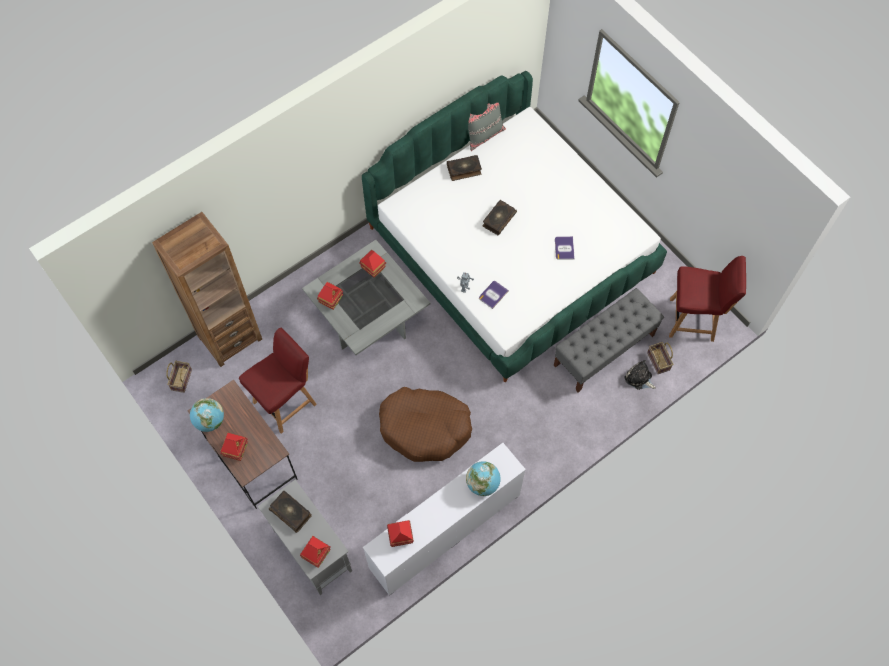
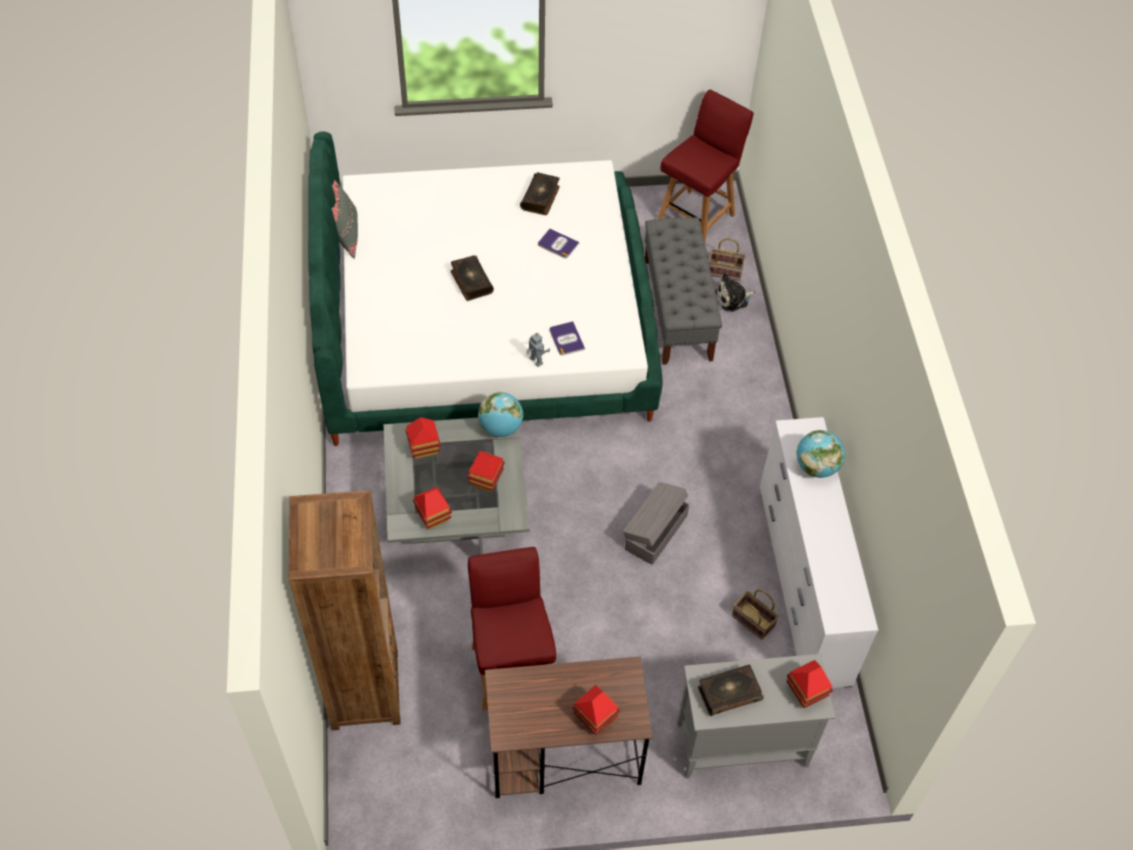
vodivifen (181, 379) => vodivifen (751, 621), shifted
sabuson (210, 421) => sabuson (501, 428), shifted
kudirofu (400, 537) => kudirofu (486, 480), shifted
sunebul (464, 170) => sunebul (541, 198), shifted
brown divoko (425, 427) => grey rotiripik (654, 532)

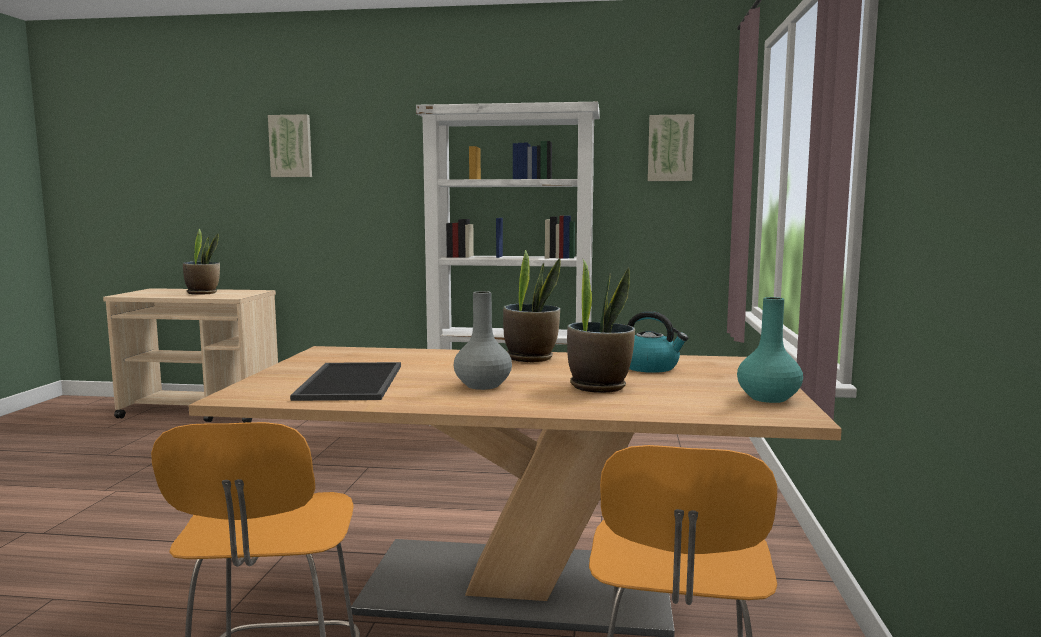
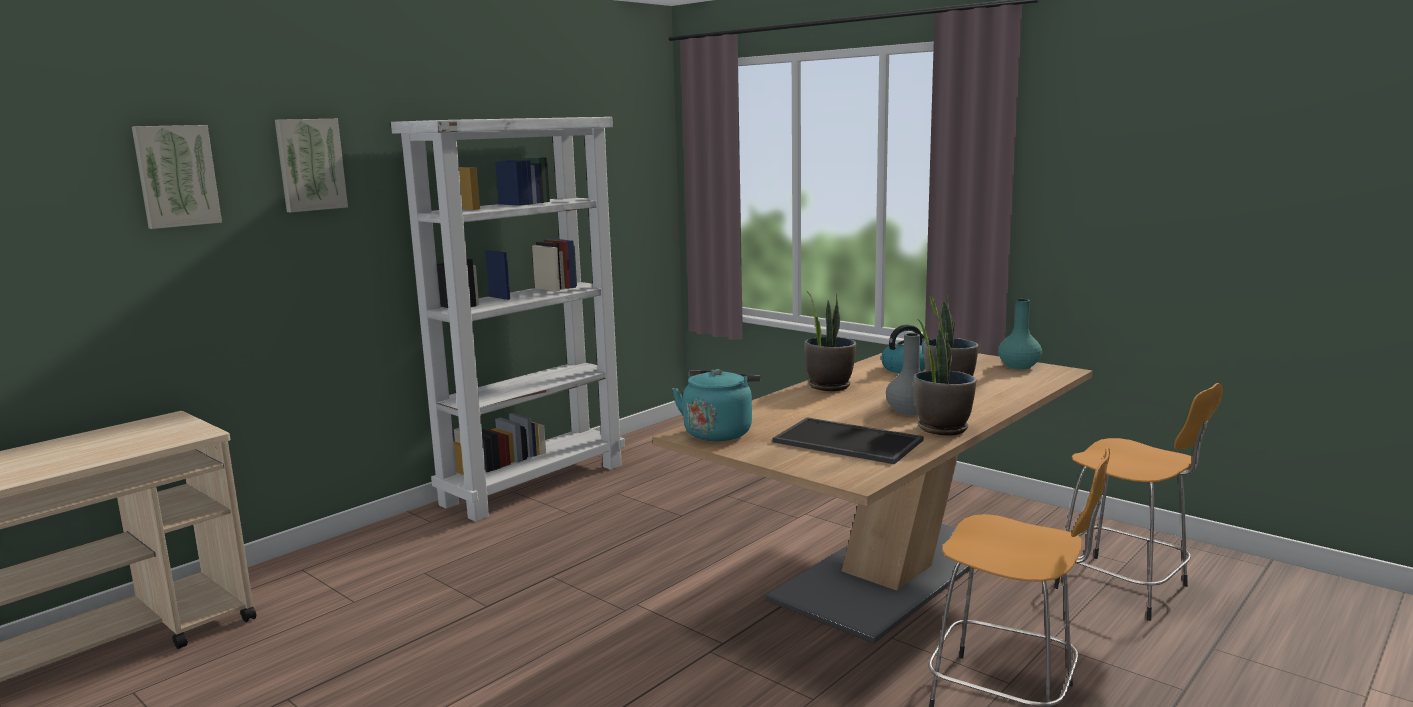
nothing => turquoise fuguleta (719, 432)
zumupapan (203, 293) => zumupapan (942, 428), shifted
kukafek (670, 148) => kukafek (310, 164), shifted

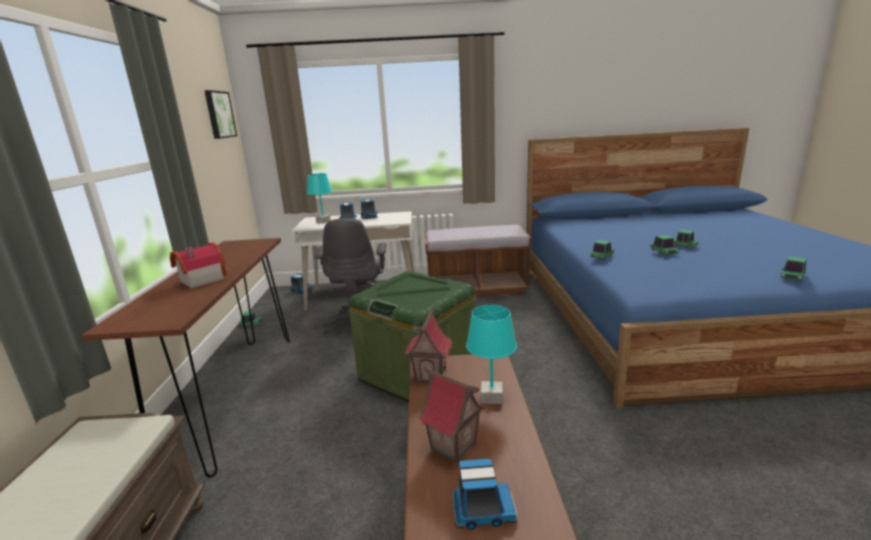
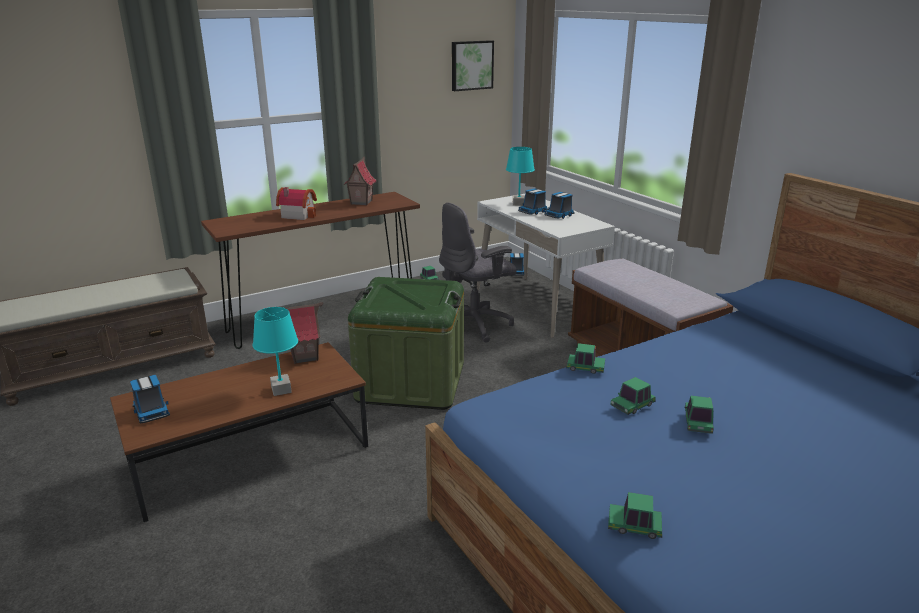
kudirofu (453, 446) => kudirofu (361, 202), shifted

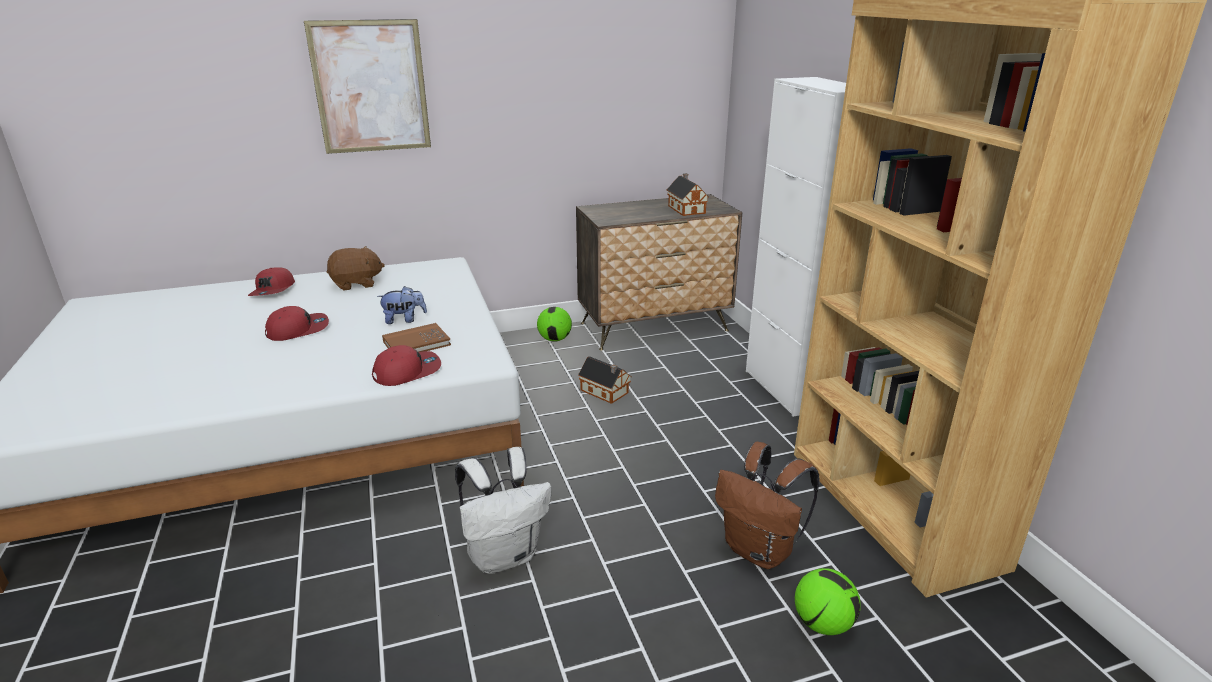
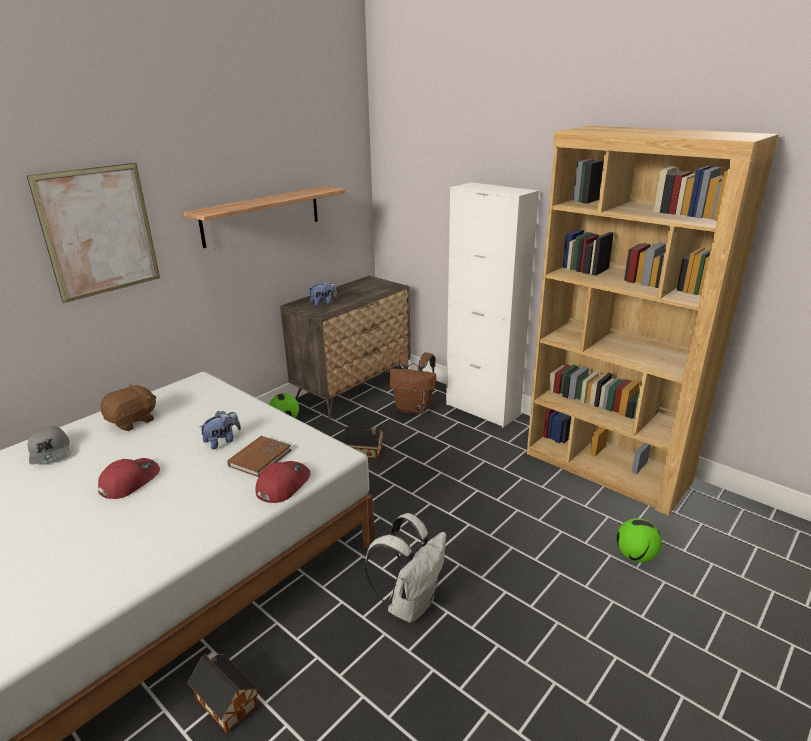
nothing => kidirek (262, 215)
nothing => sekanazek (323, 303)
kudirofu (686, 209) => kudirofu (225, 700), shifted
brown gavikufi (760, 551) => brown gavikufi (414, 408), shifted
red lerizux (273, 291) => grey lerizux (51, 452)

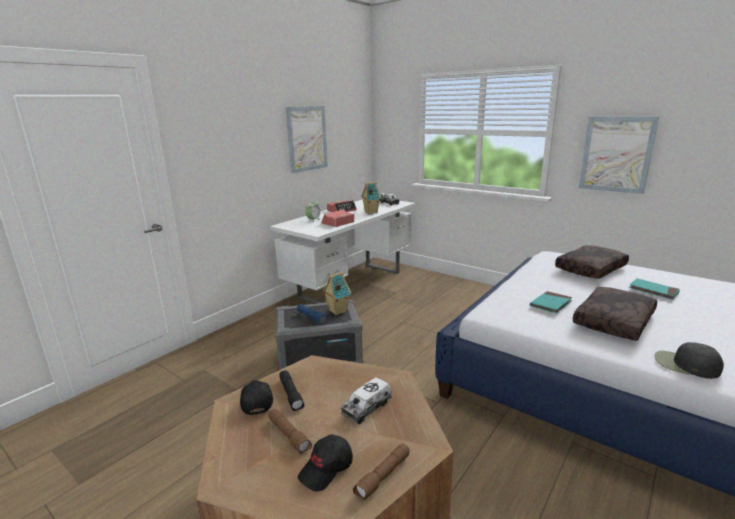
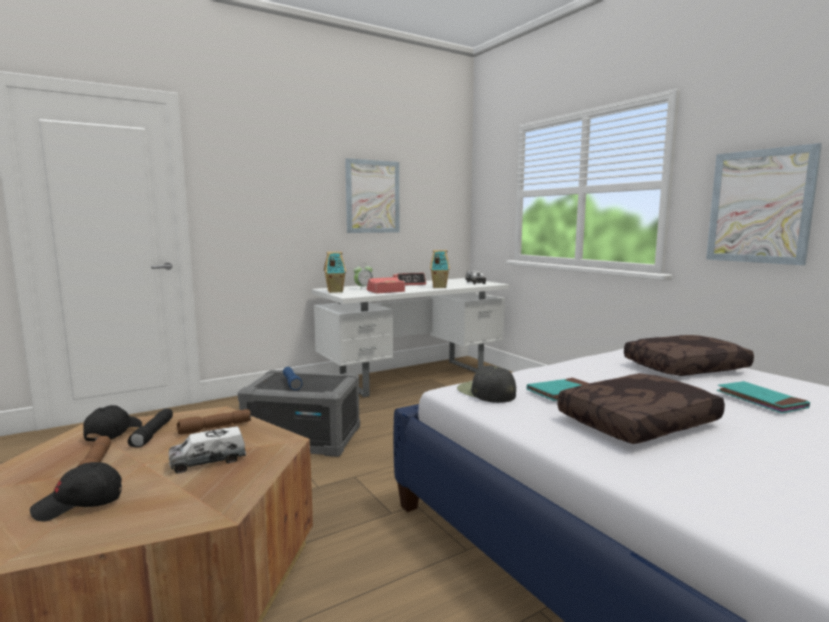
kudirofu (337, 311) => kudirofu (334, 291), shifted
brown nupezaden (383, 477) => brown nupezaden (214, 428), shifted
black lerizux (685, 365) => black lerizux (486, 392), shifted

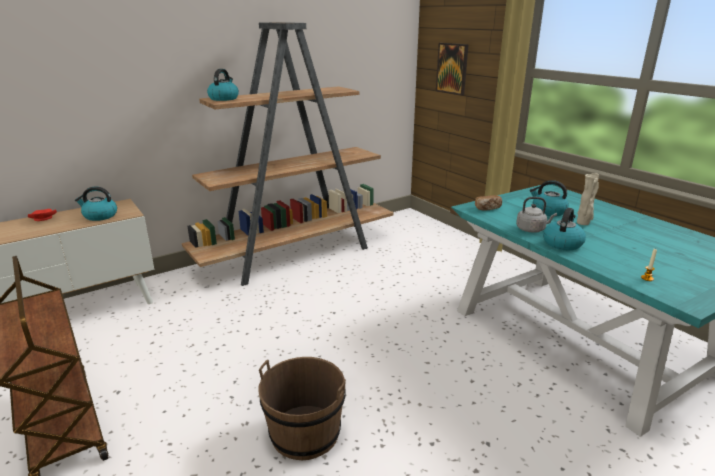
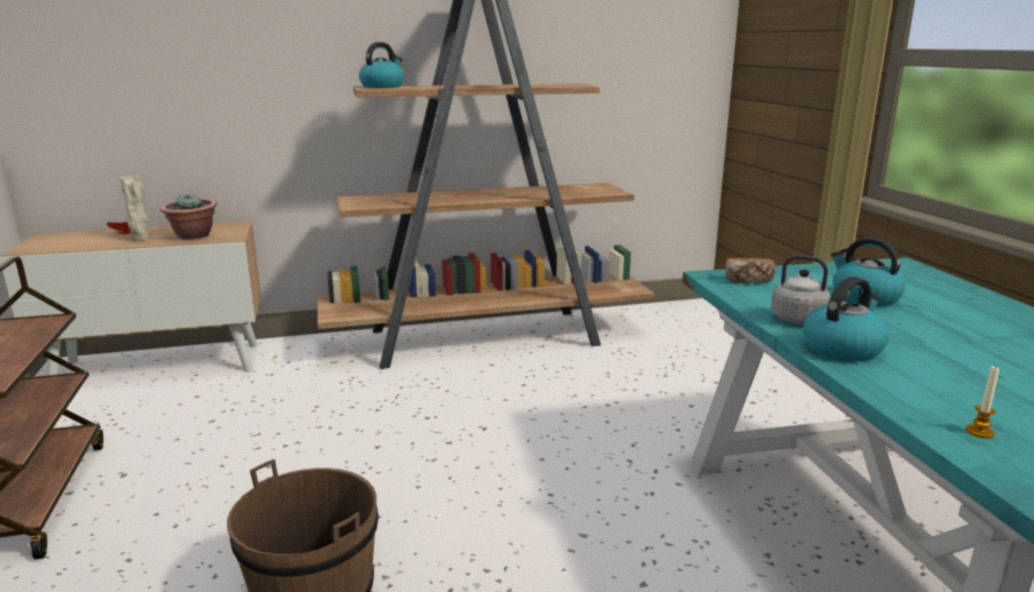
kukafek (452, 68) => nothing
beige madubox (583, 223) => beige madubox (140, 239), shifted
fuguleta (100, 216) => zumupapan (193, 236)

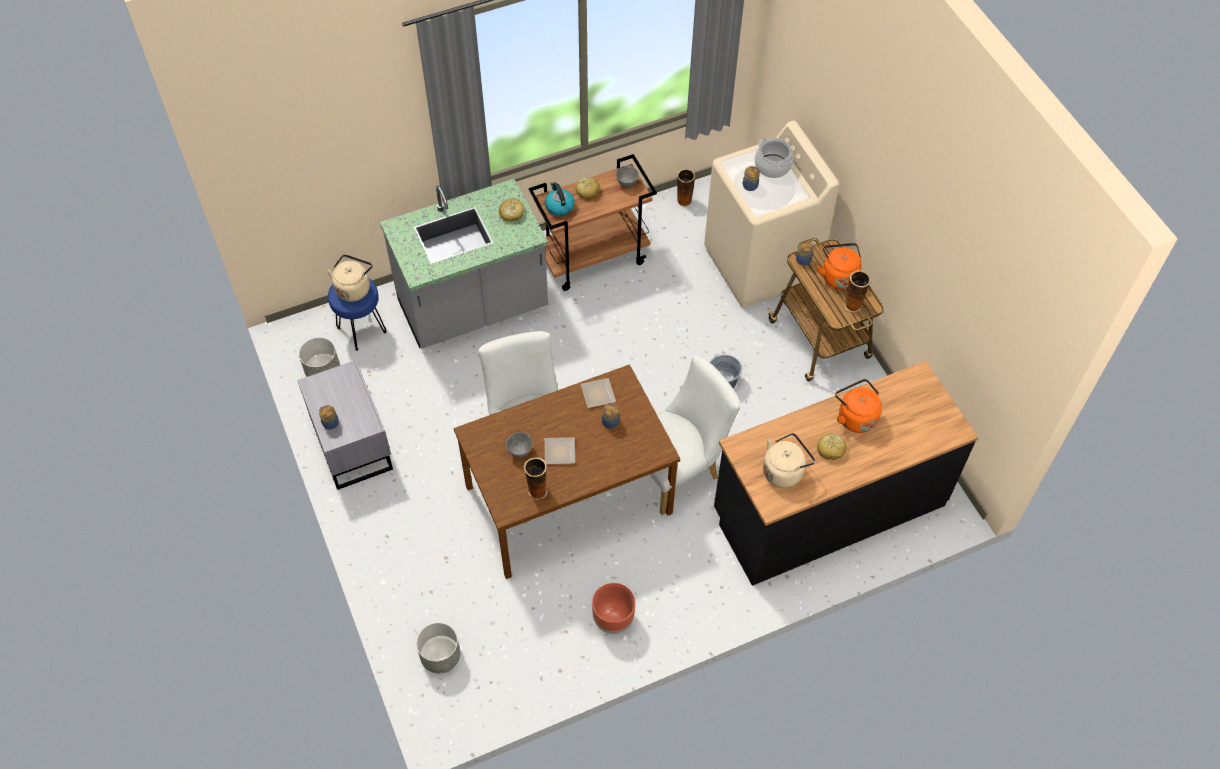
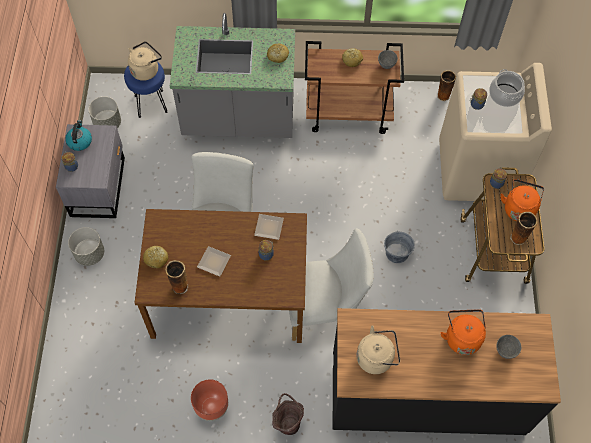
nothing => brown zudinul (287, 422)
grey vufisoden (440, 656) => grey vufisoden (90, 253), shifted
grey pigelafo (519, 451) => grey pigelafo (505, 350), shifted
fuguleta (559, 206) => fuguleta (79, 141), shifted
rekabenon (831, 449) => rekabenon (156, 259), shifted

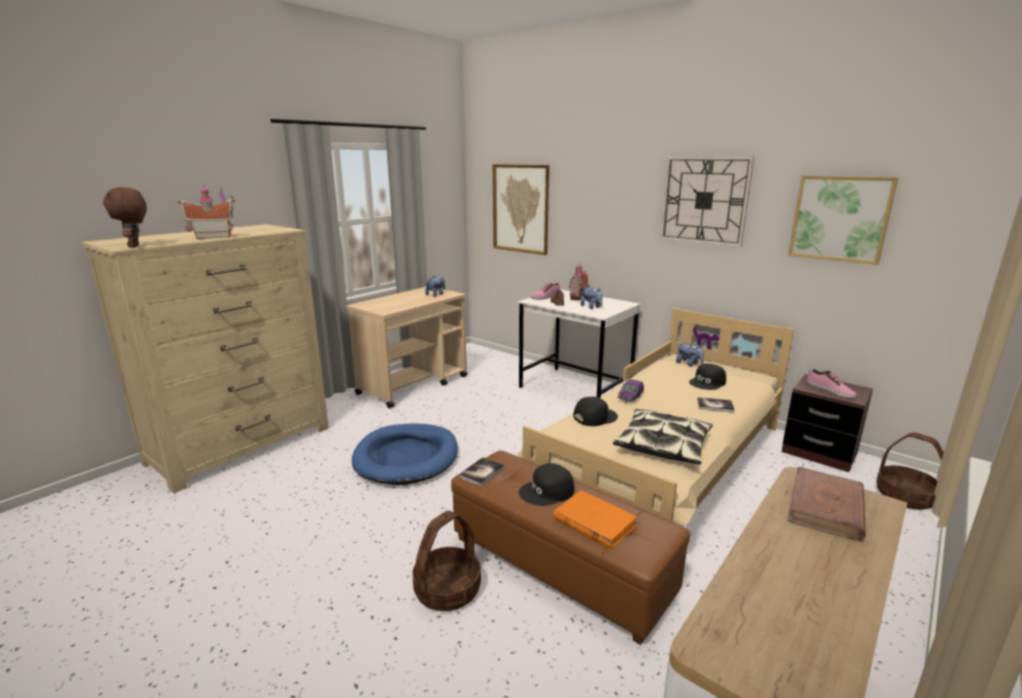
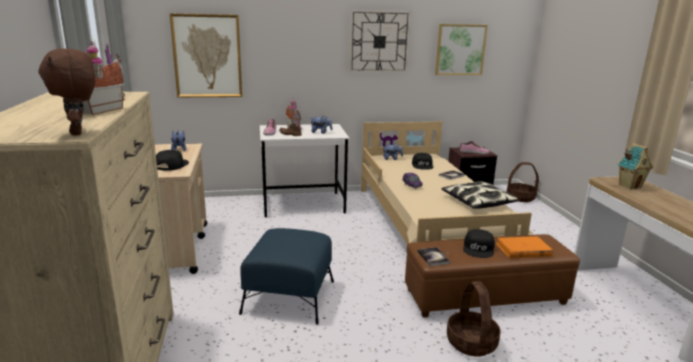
black lerizux (594, 417) => black lerizux (171, 165), shifted
blue divoko (407, 457) => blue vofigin (289, 296)
brown sunebul (825, 507) => kudirofu (629, 186)
brown sekanazek (135, 246) => brown sekanazek (79, 133), 45 degrees clockwise

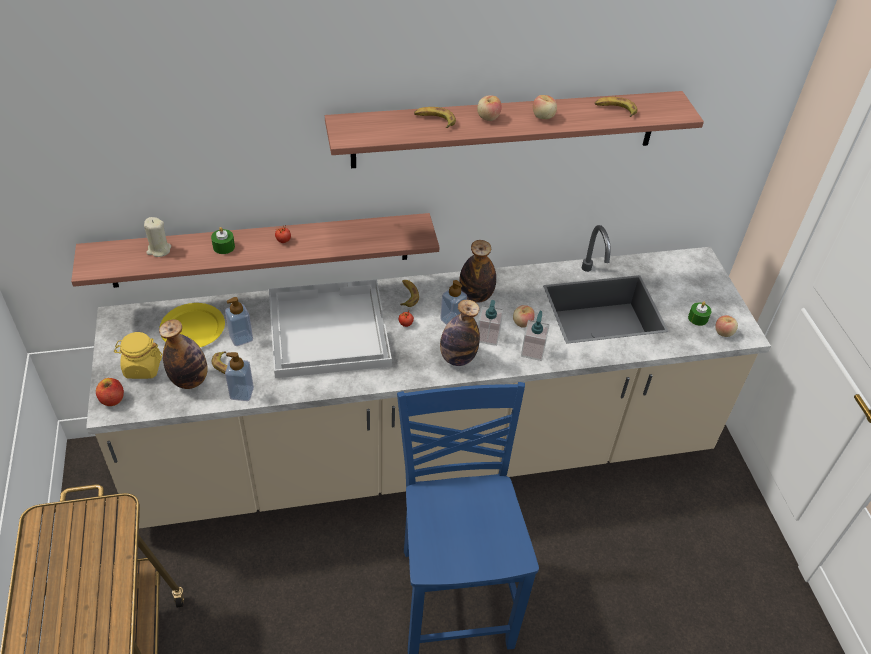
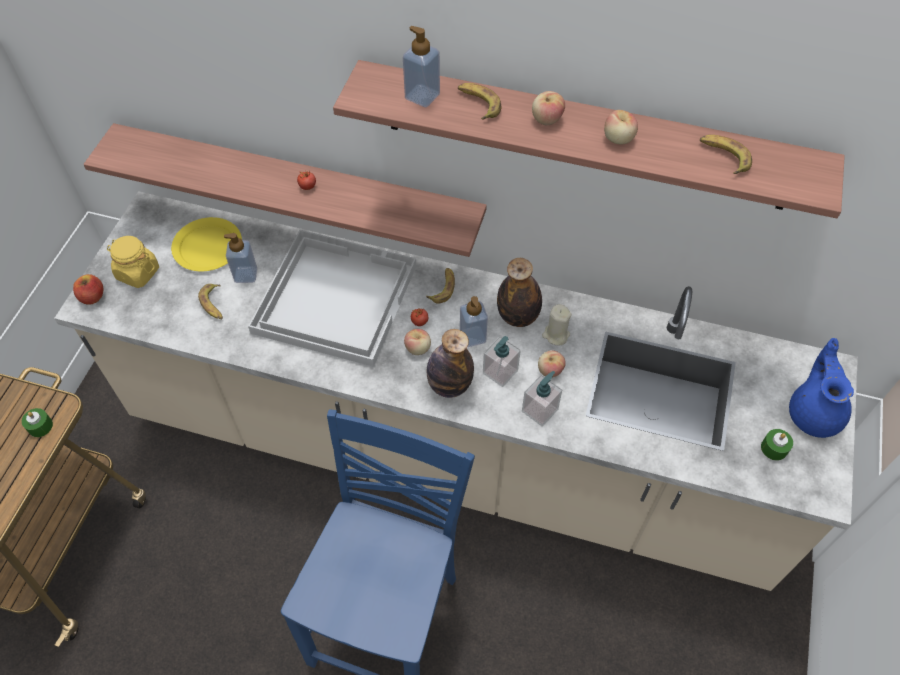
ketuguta (190, 380) => nothing
nothing => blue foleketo (814, 412)
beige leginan (159, 250) => beige leginan (555, 335), shifted
green leginan (224, 247) => green leginan (40, 426), shifted
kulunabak (242, 393) => kulunabak (422, 96), shifted
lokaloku (723, 332) => lokaloku (418, 348), shifted

